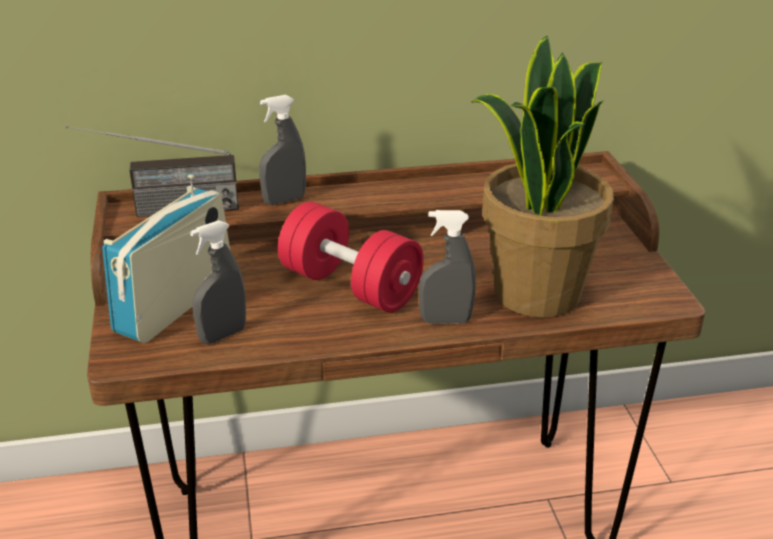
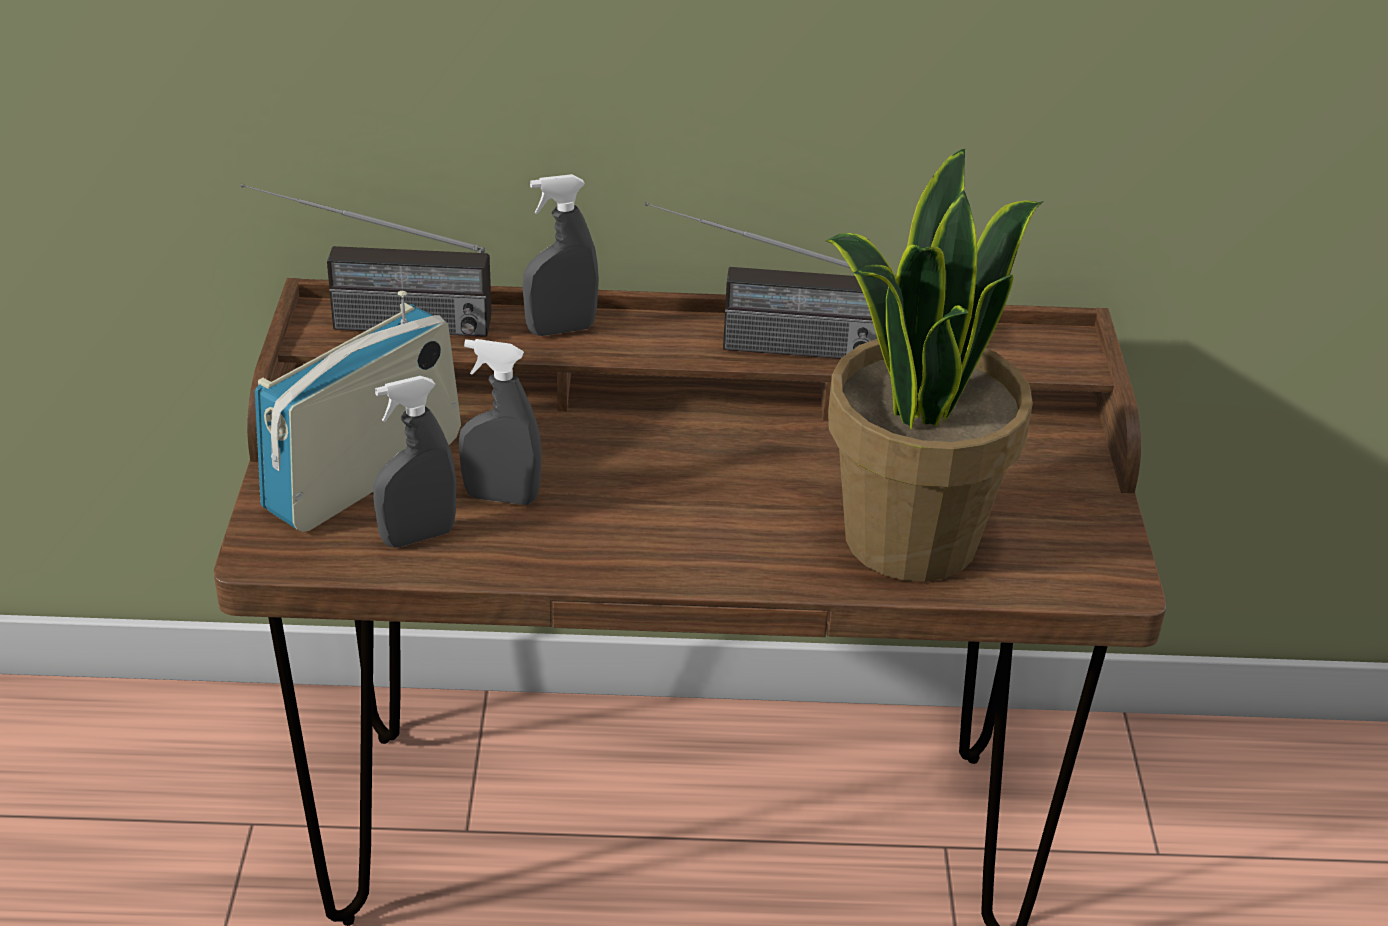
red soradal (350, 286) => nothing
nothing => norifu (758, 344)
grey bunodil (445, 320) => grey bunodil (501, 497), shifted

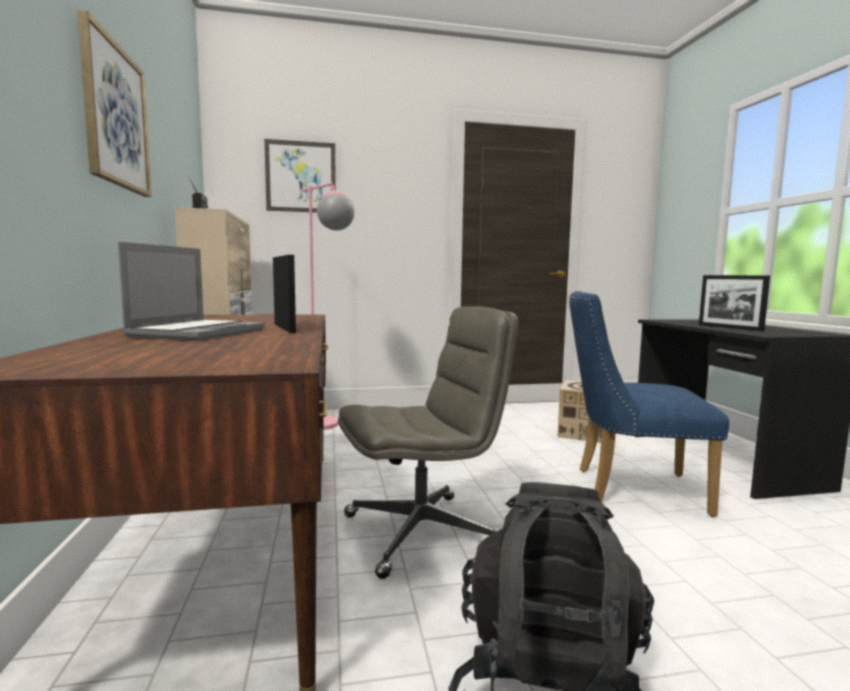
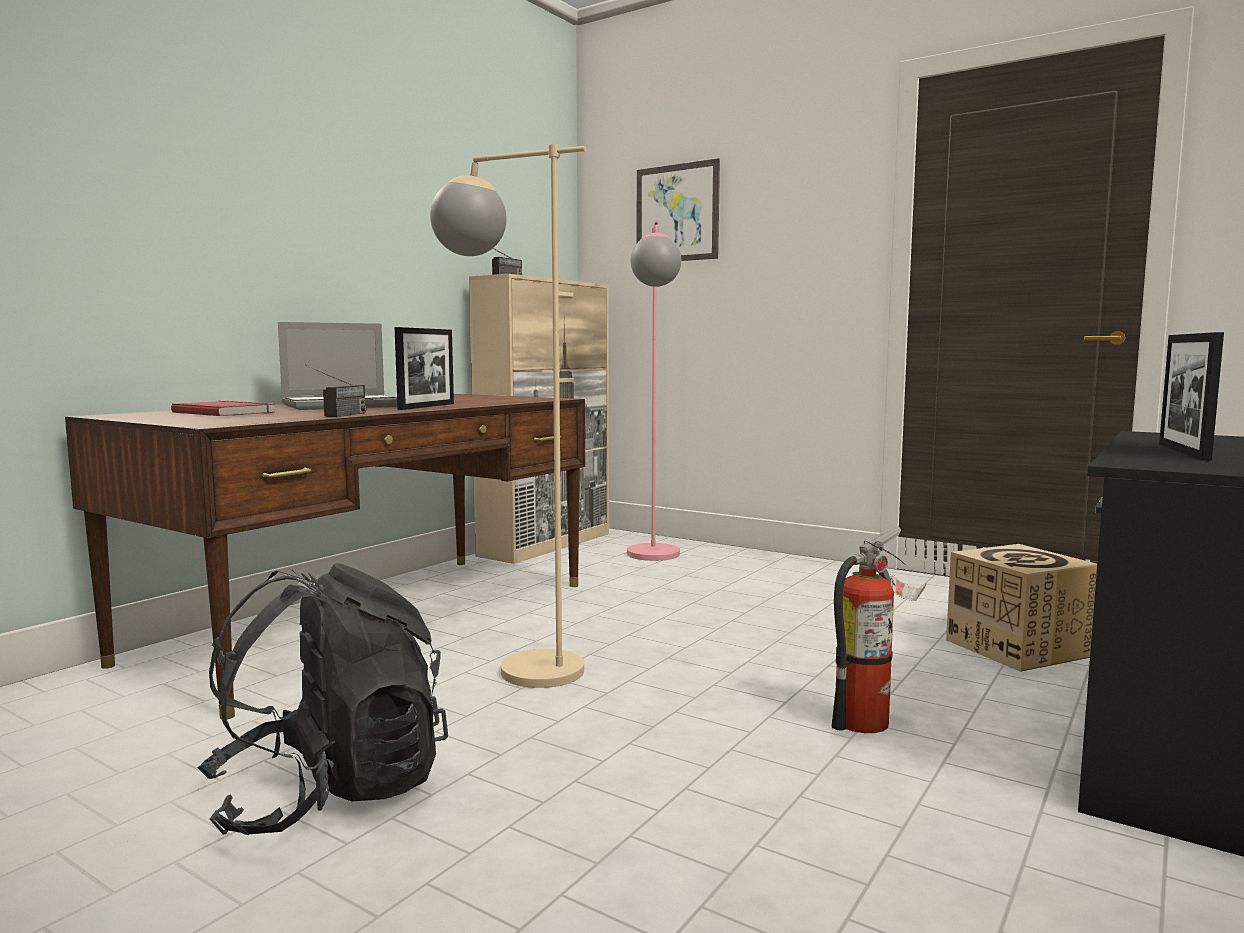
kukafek (115, 117) => nothing
nothing => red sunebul (226, 412)
nothing => norifu (339, 416)
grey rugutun (422, 532) => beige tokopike (515, 667)
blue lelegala (629, 489) => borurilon (870, 722)

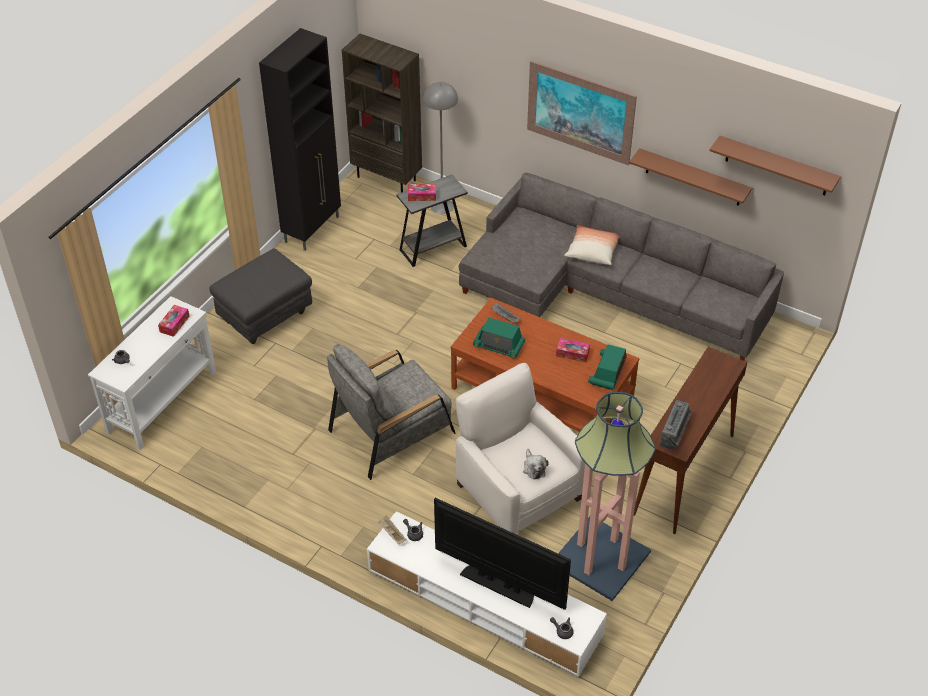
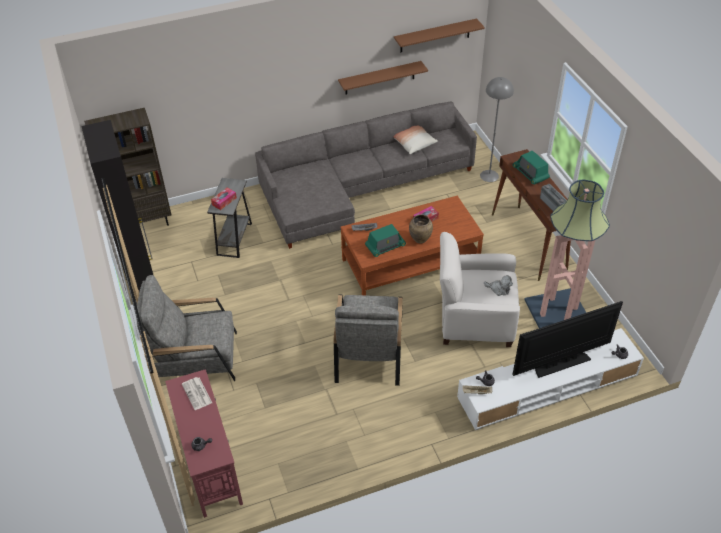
kukafek (580, 112) => nothing
nothing => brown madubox (420, 239)
grey tokopike (442, 206) => grey tokopike (489, 175), shifted
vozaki (592, 251) => vozaki (413, 143), shifted
norifu (607, 373) => norifu (530, 173), shifted
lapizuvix (174, 324) => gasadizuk (197, 394)
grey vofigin (265, 317) => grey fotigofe (195, 358)
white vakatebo (163, 401) => red vakatebo (210, 463)

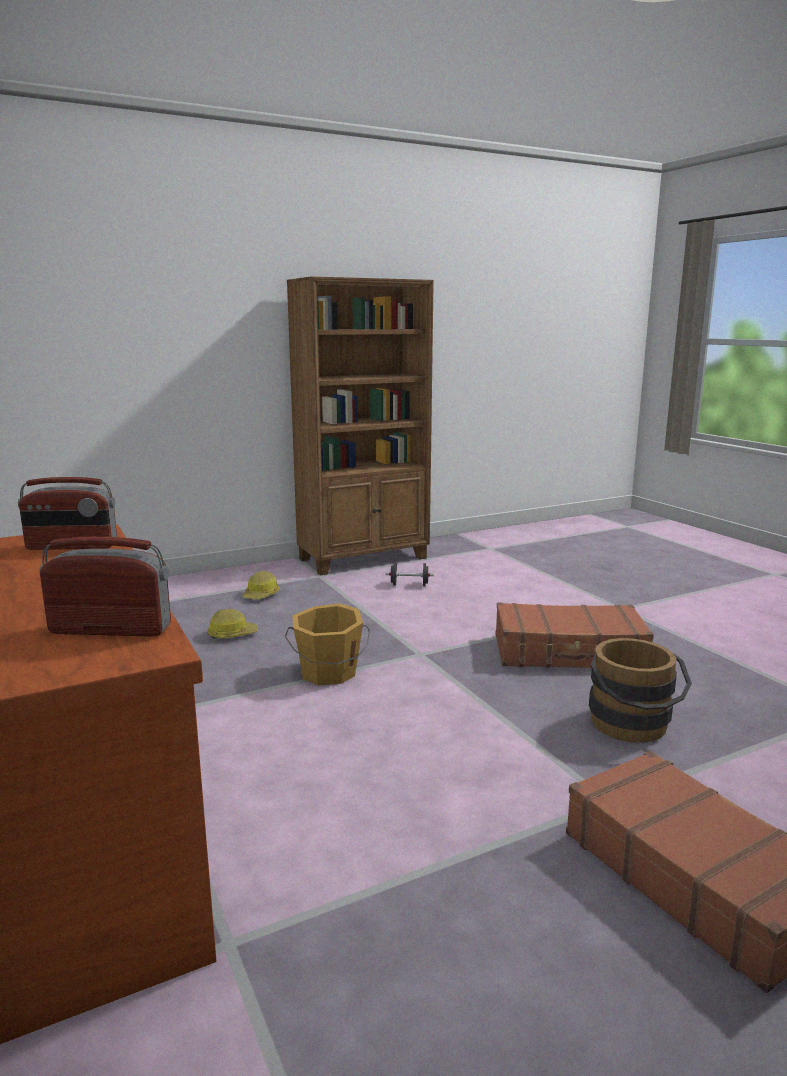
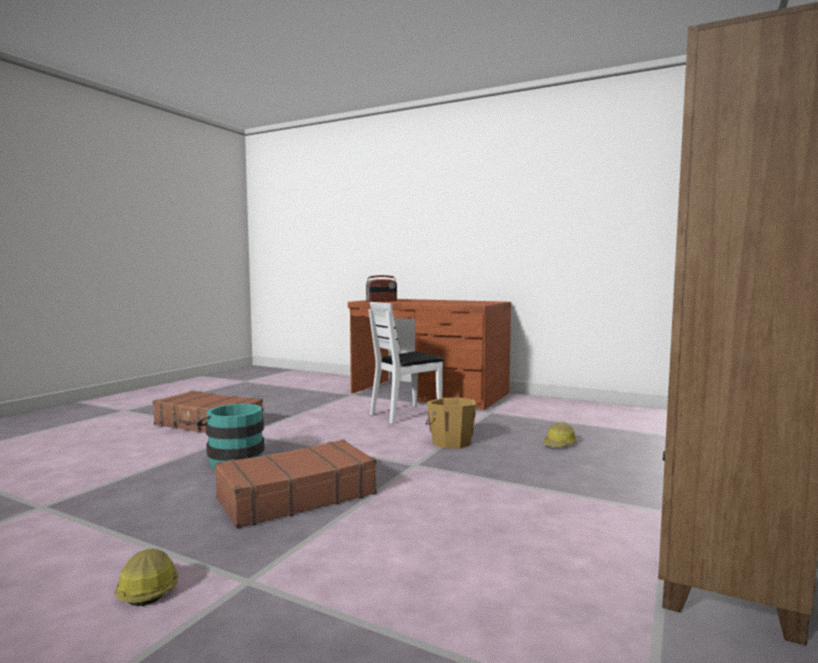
norifu (72, 546) => nothing
black soradal (409, 585) => nothing
nothing => white lelegala (406, 414)
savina (261, 595) => savina (148, 588), shifted
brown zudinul (632, 727) => turquoise zudinul (234, 459)

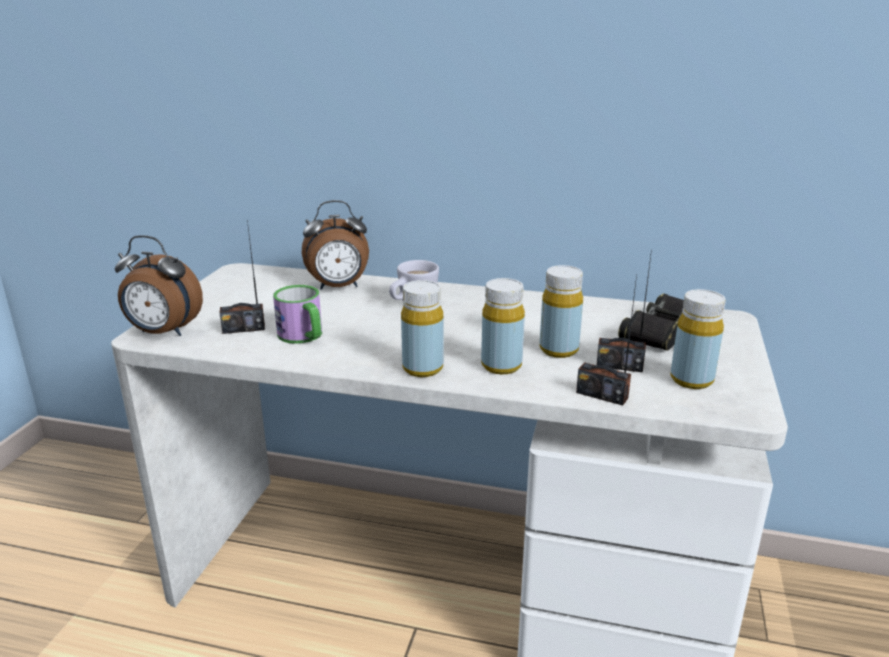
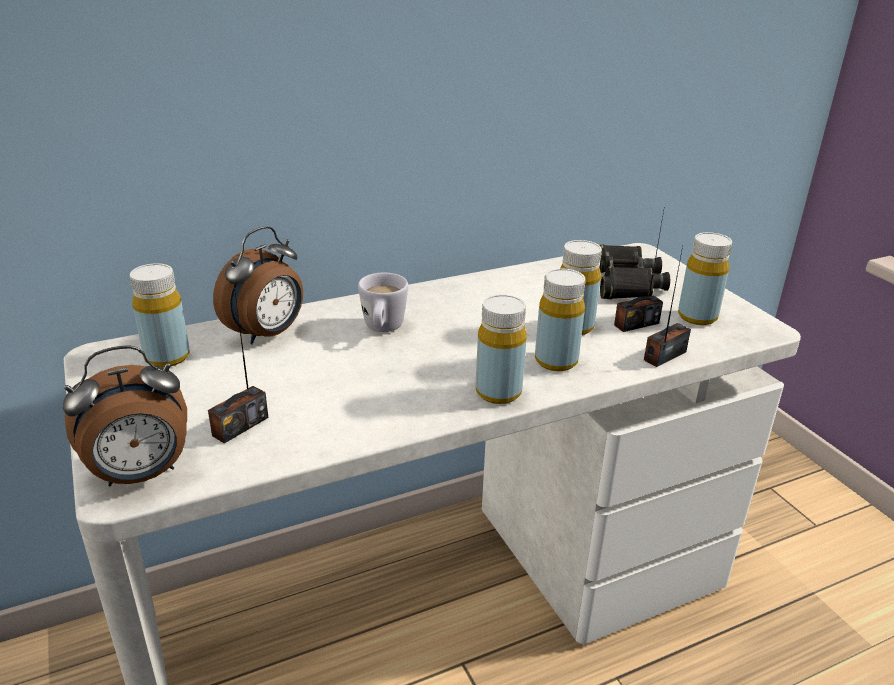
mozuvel (304, 336) => nothing
nothing => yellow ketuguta (167, 357)
norifu (602, 395) => norifu (665, 356), 150 degrees clockwise

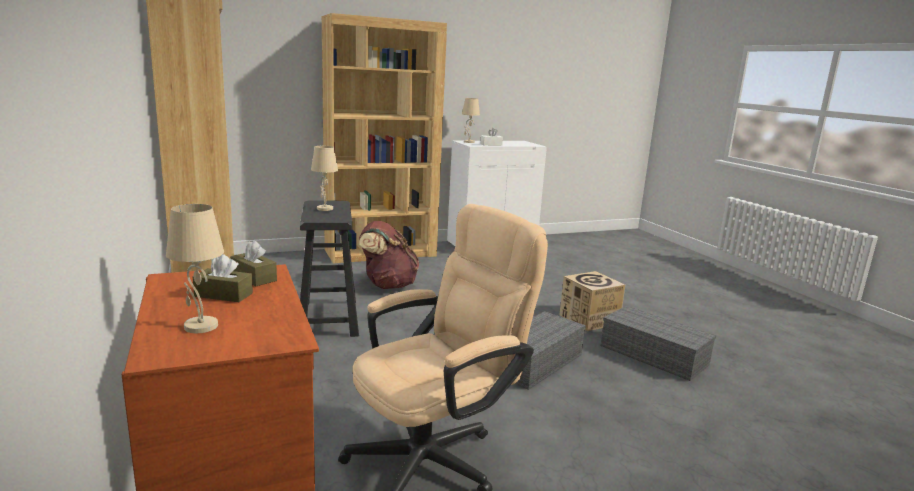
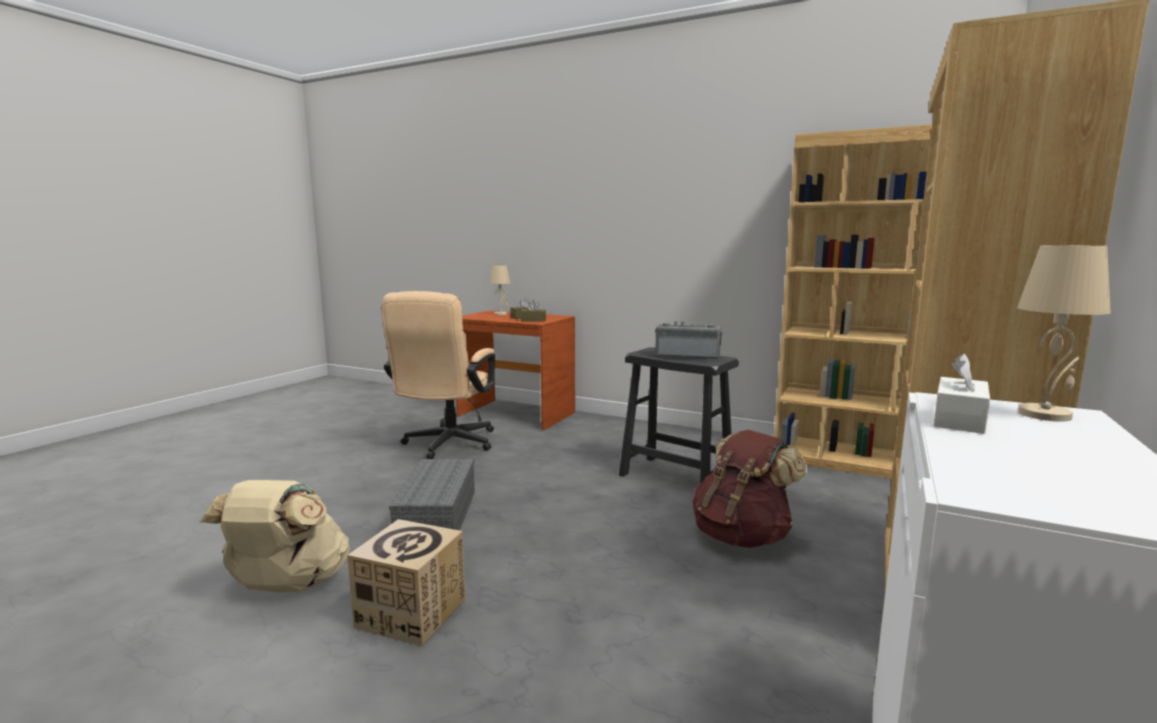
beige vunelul (324, 209) => norifu (687, 355)
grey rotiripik (655, 355) => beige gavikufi (287, 586)

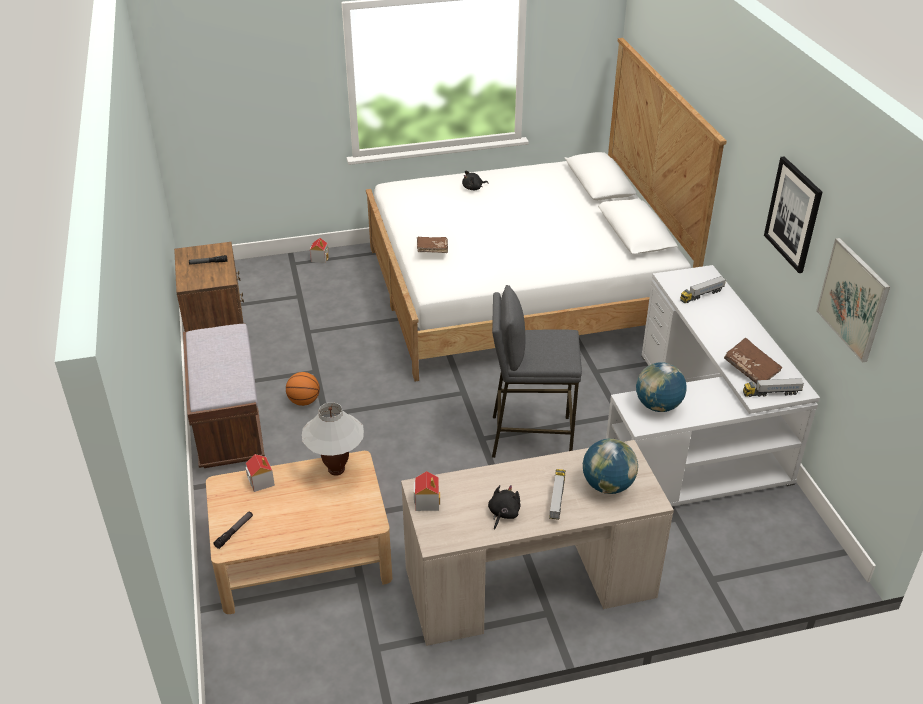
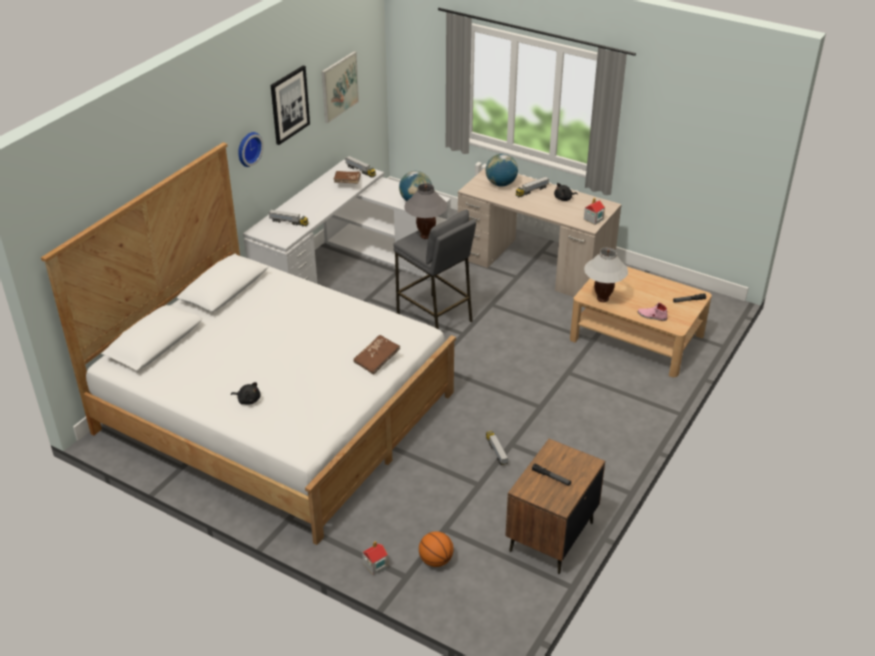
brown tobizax (228, 425) => nothing
nothing => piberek (248, 148)
nothing => grey vunelul (426, 236)
nothing => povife (496, 451)
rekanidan (304, 401) => rekanidan (436, 560), shifted
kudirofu (261, 481) => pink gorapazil (652, 316)

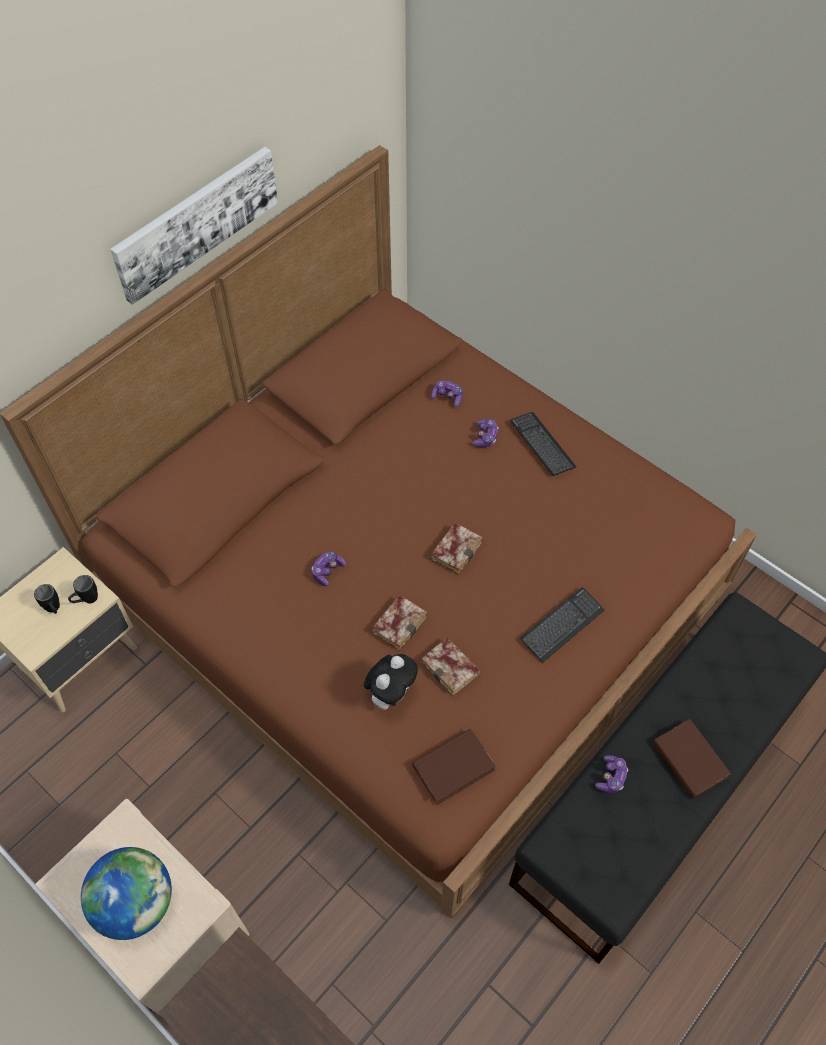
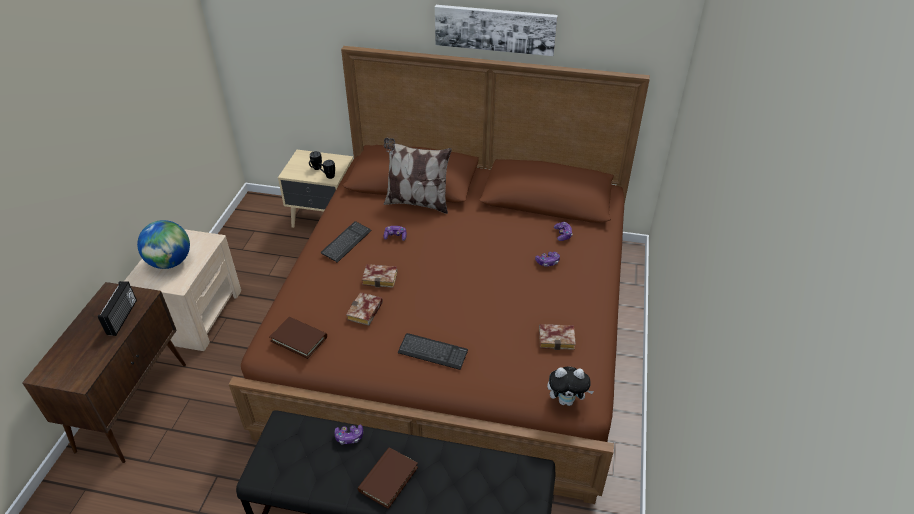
nothing => norifu (123, 317)
nothing => vozaki (417, 202)
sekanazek (391, 694) => sekanazek (566, 400), shifted
sunebul (456, 549) => sunebul (558, 338), shifted
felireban (542, 445) => felireban (346, 242), shifted

